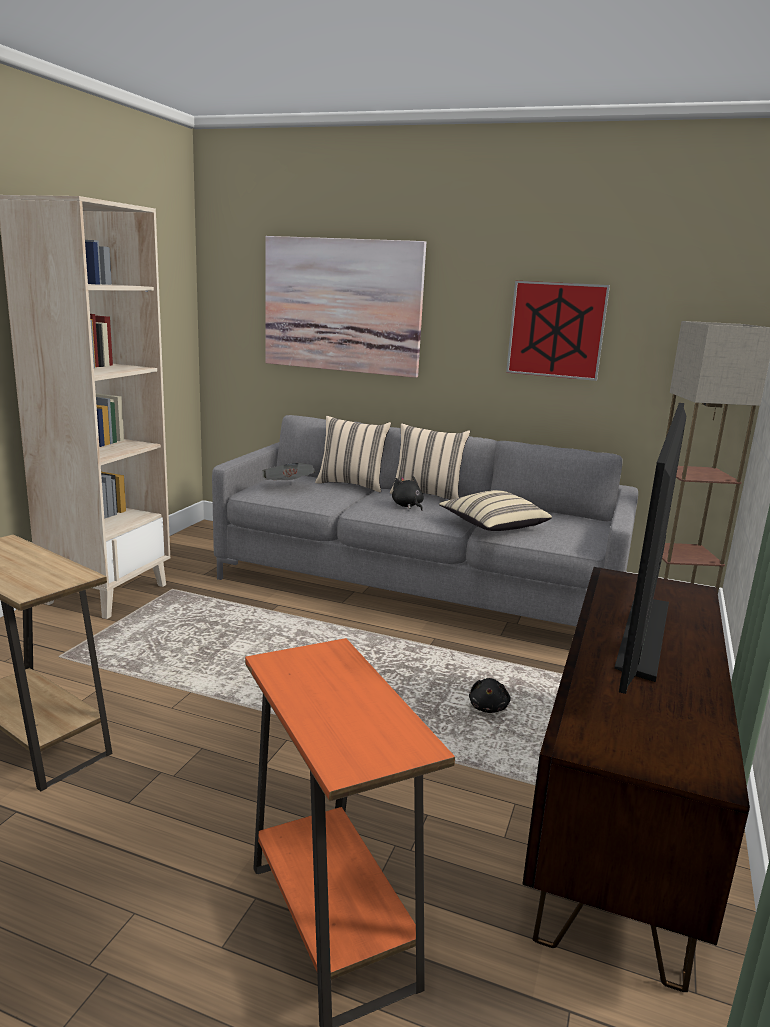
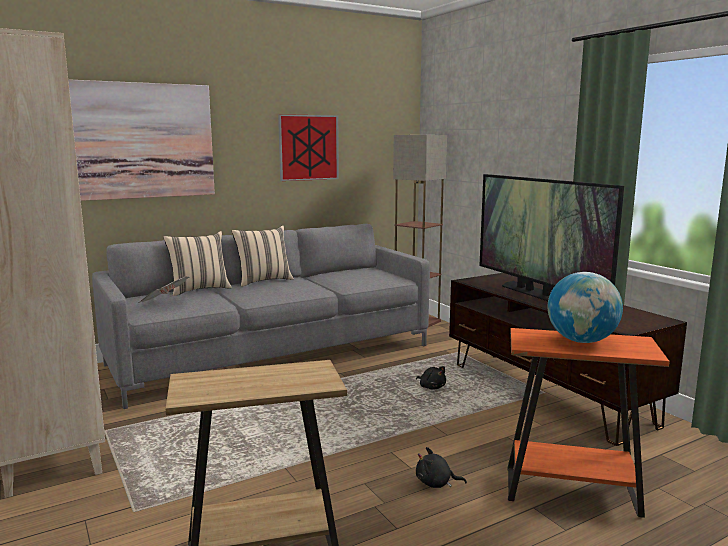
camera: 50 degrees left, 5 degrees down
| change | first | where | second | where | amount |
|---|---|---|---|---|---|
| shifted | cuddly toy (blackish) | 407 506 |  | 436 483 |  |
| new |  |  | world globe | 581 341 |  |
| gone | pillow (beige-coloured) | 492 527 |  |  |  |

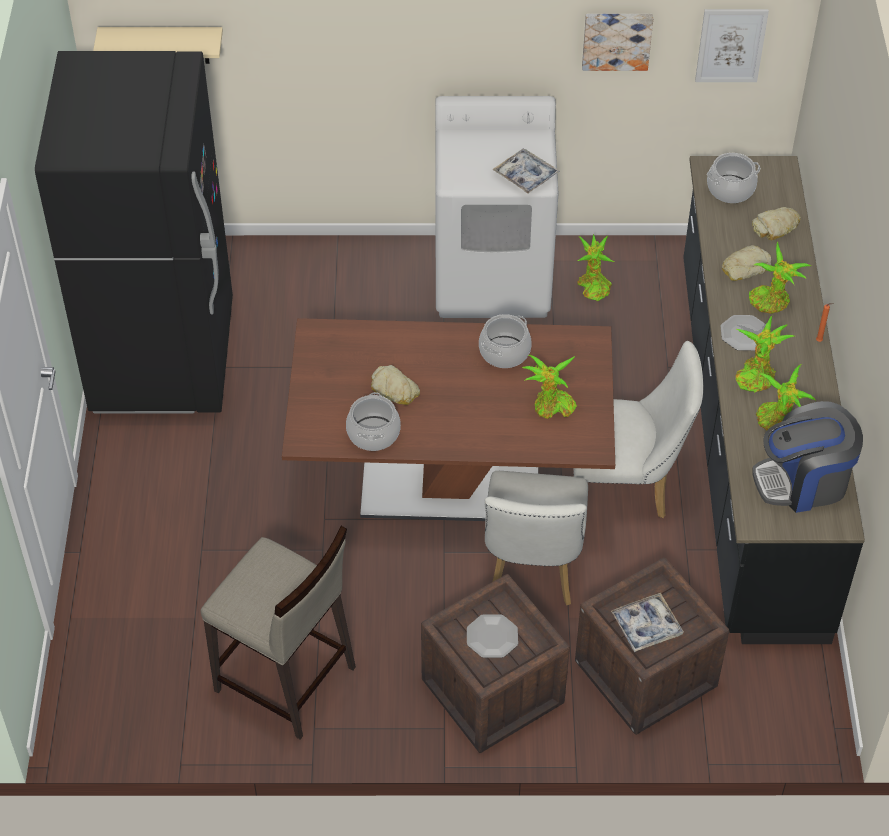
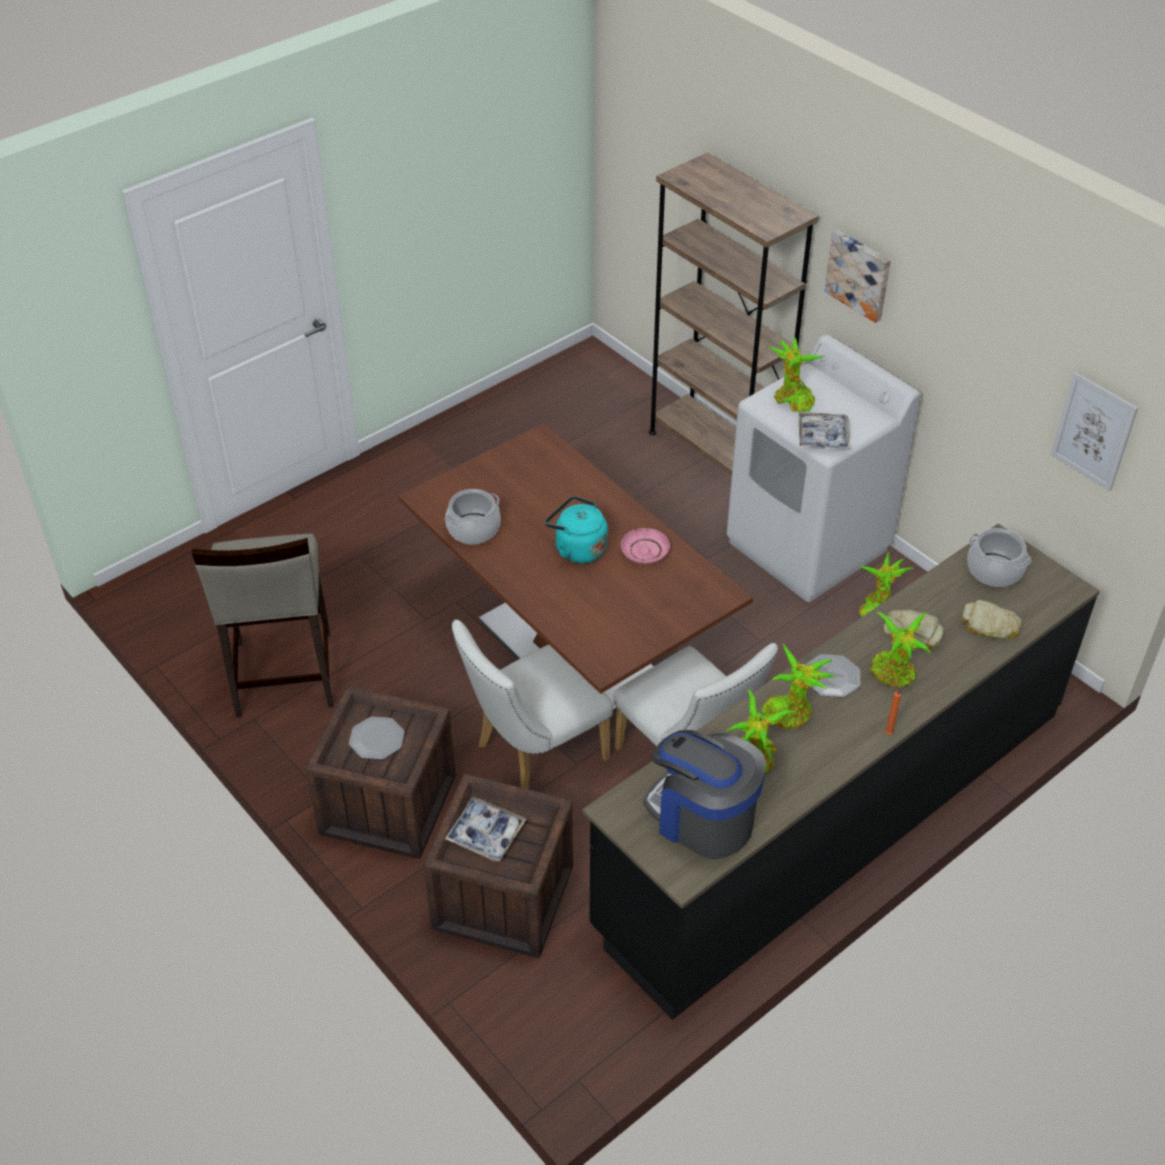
camera: 50 degrees right, 5 degrees down
| change | first | where | second | where | amount |
|---|---|---|---|---|---|
| new |  |  | tea kettle (turquoise) | 577 549 |  |
| swapped | stockpot | 504 352 | dinner plate (pink) | 645 552 |  |
| new |  |  | shelving unit (brownish) | 715 453 |  |
| shifted | potted plant | 551 407 |  | 791 400 |  |
| shifted | picture | 616 39 |  | 859 274 |  |
| gone | fridge (blackish) | 163 357 |  |  |  |
| gone | wall shelf (beige-coloured) | 162 44 |  |  |  |
| gone | bakery bread | 394 390 |  |  |  |

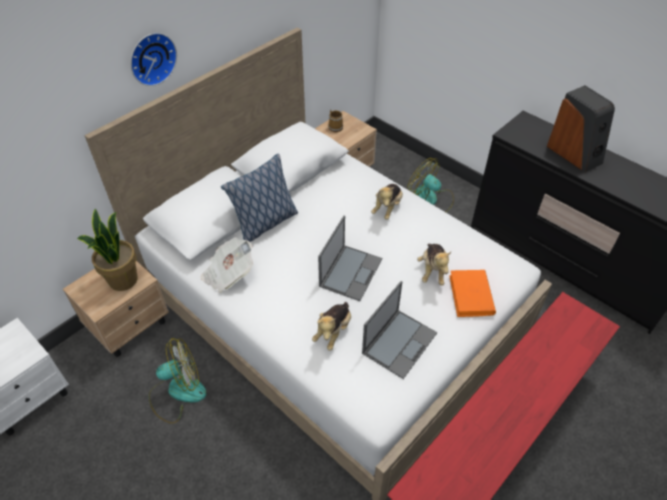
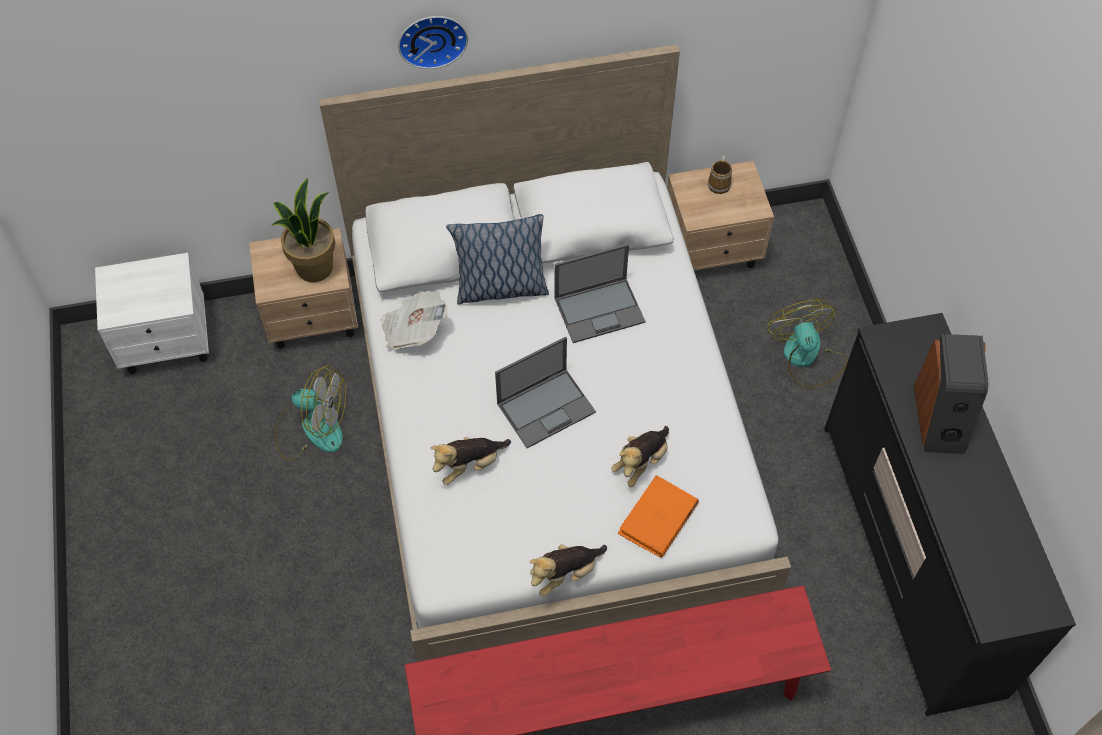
camera: 35 degrees right, 10 degrees up
| change | first | where | second | where | amount |
|---|---|---|---|---|---|
| shifted | cuddly toy | 387 208 |  | 565 574 |  |
| shifted | notebook computer | 400 342 |  | 600 309 |  |

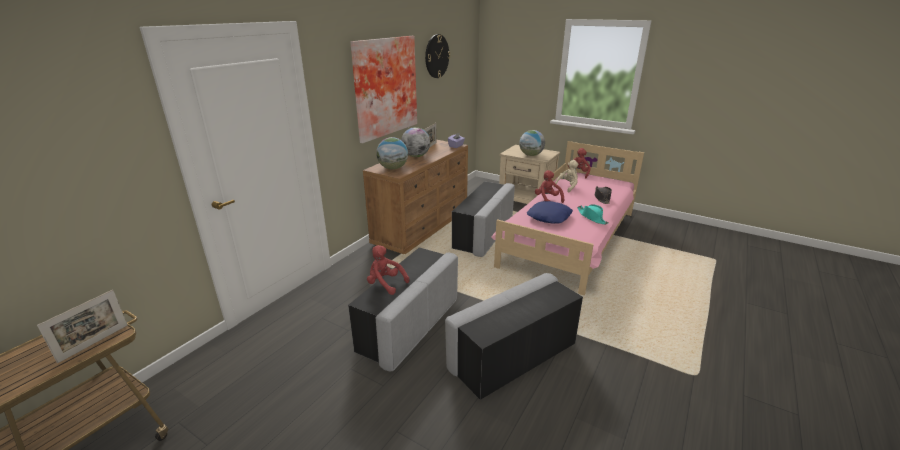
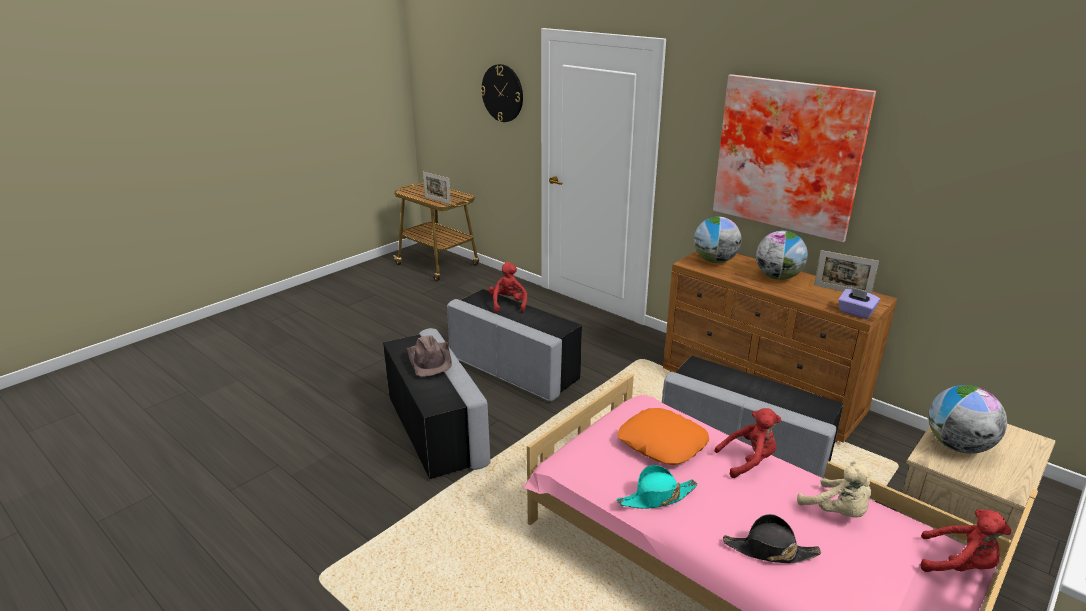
camera: 100 degrees right, 0 degrees up
| change | first | where | second | where | amount |
|---|---|---|---|---|---|
| new |  |  | hat (brownish) | 430 360 |  |
| shifted | hanging clock | 436 56 |  | 502 93 |  |
| rotated | cuddly toy (reddish) | 385 284 |  | 508 304 | 45 degrees counterclockwise |
| repainted | pillow (bluish) | 549 217 | pillow (orange-coloured) | 662 443 |  |

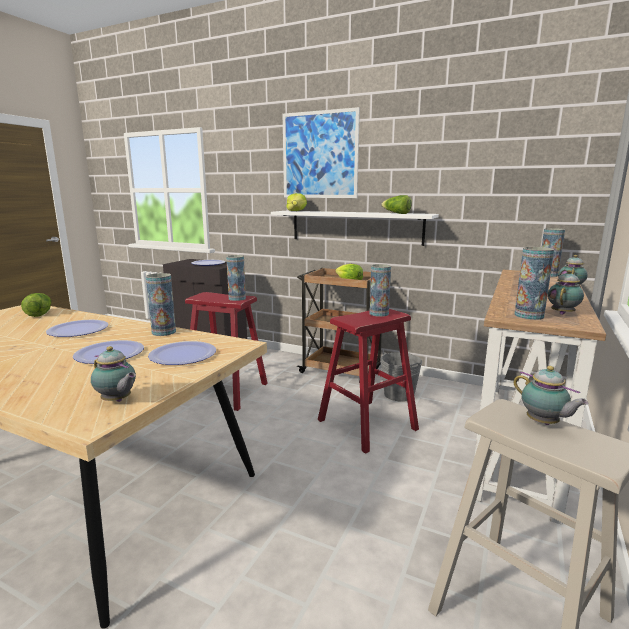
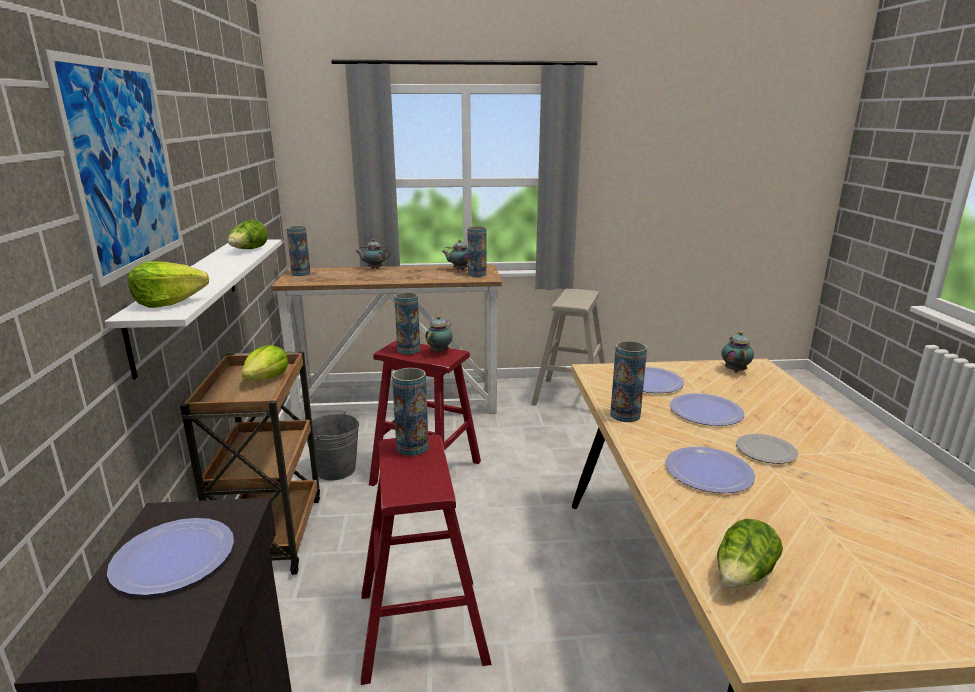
camera: 120 degrees left, 5 degrees up
| change | first | where | second | where | amount |
|---|---|---|---|---|---|
| shifted | tea pot | 543 423 |  | 440 351 |  |
| new |  |  | dinner plate | 766 450 |  |

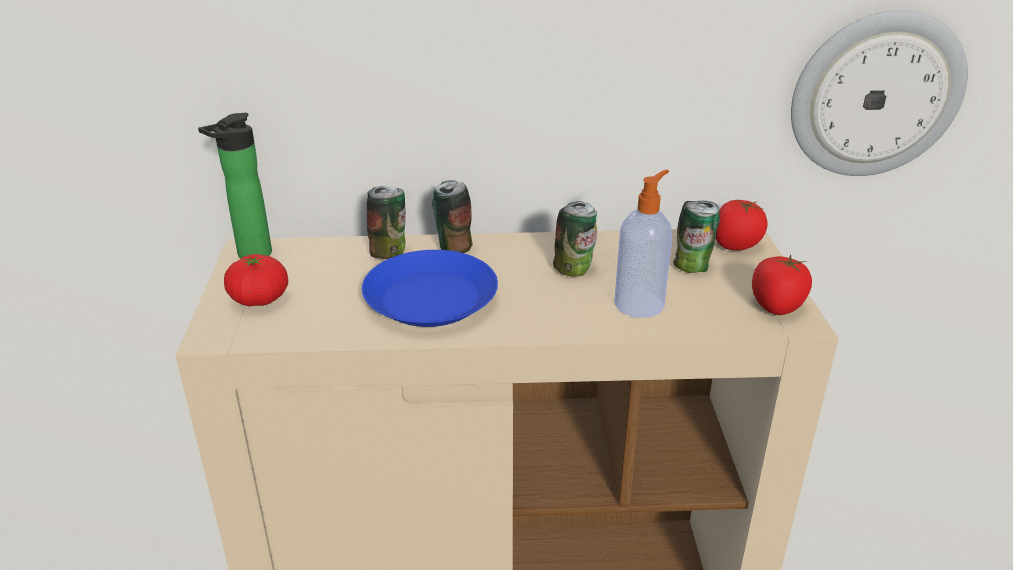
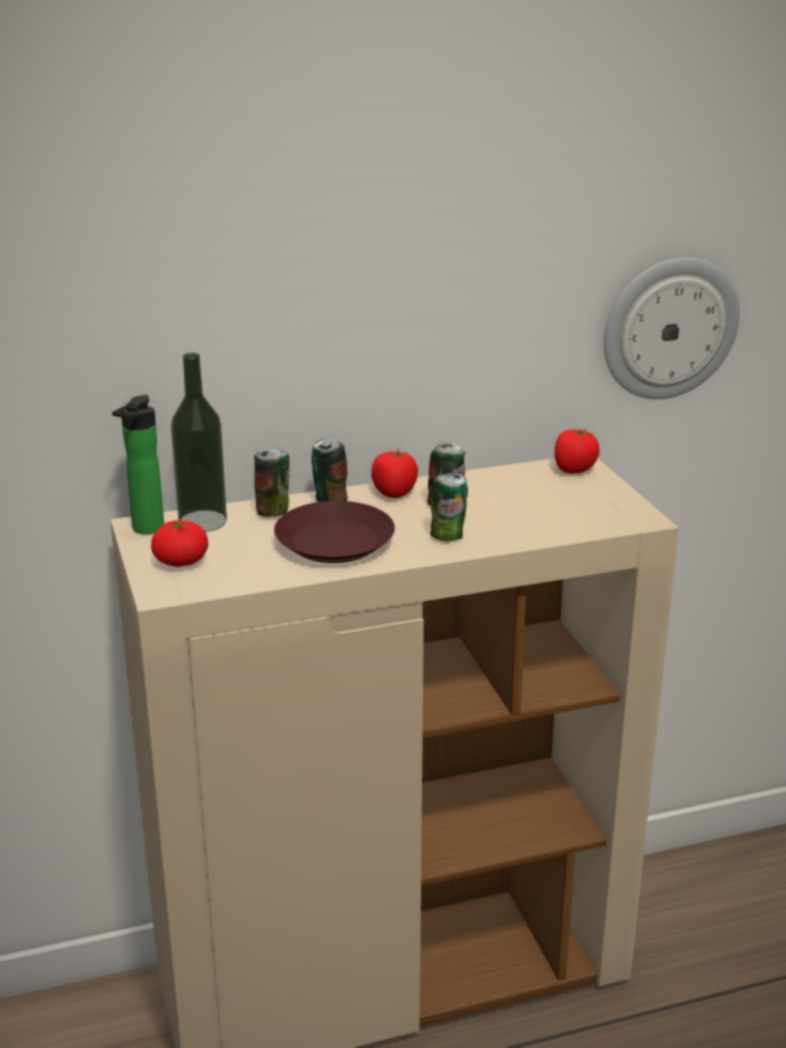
camera: 15 degrees left, 5 degrees down
| change | first | where | second | where | amount |
|---|---|---|---|---|---|
| new |  |  | bottle | 202 521 |  |
| repainted | dinner plate (bluish) | 431 300 | dinner plate (brownish) | 335 542 |  |
| shifted | tomato | 776 306 |  | 394 492 |  |
| shifted | sealed can | 692 267 |  | 448 536 |  |
| gone | soap bottle | 640 303 |  |  |  |

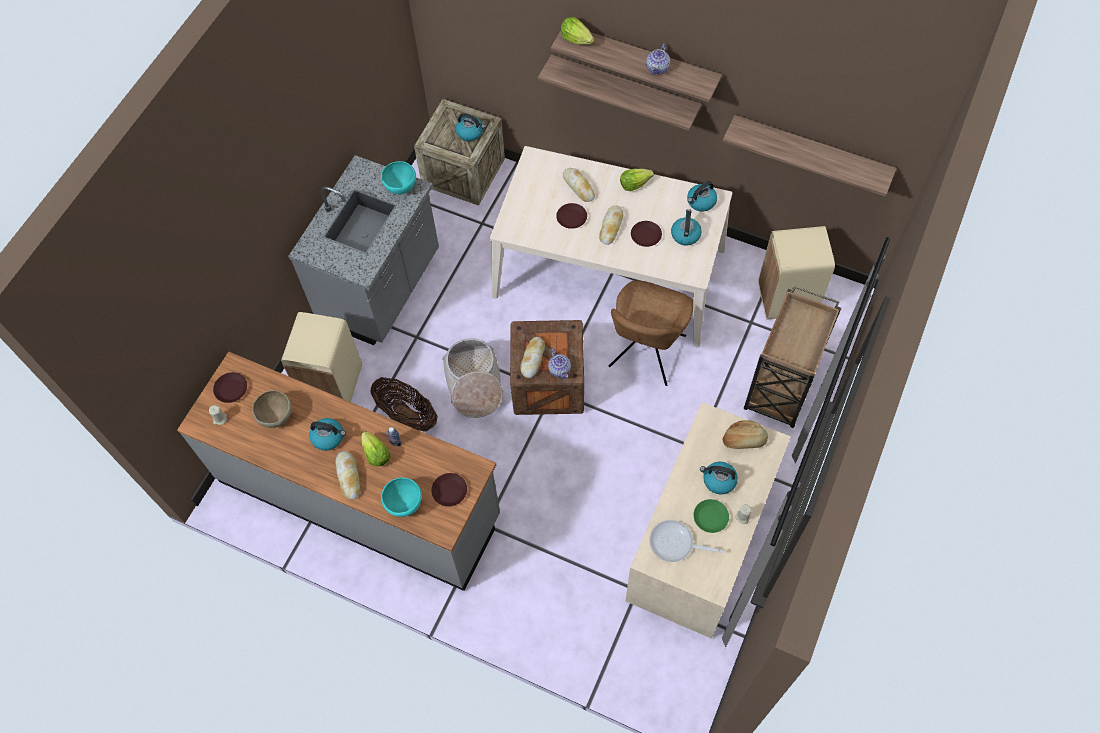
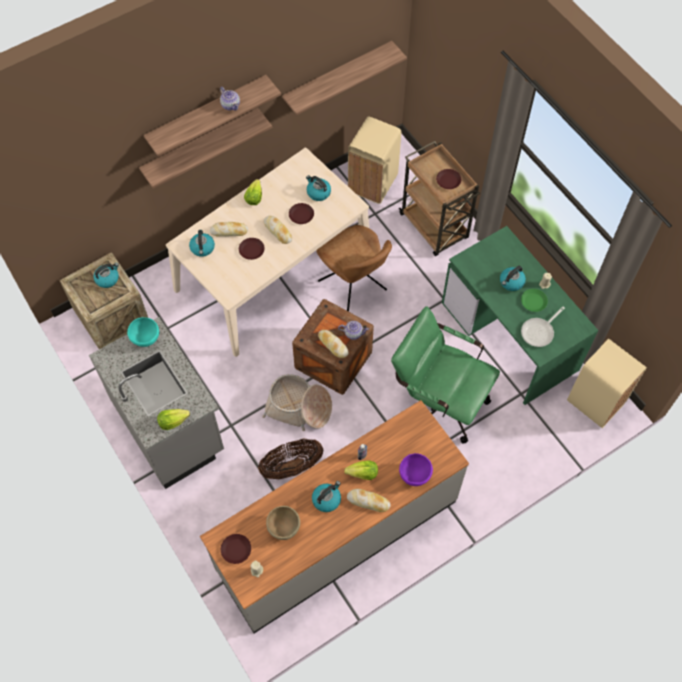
camera: 60 degrees left, 0 degrees up
| change | first | where | second | where | amount |
|---|---|---|---|---|---|
| shifted | head of lettuce | 576 39 |  | 173 421 |  |
| shifted | tea kettle | 701 202 |  | 202 248 |  |
| new |  |  | office chair (greenish) | 439 401 |  |
| repainted | bowl (turquoise) | 404 504 | bowl (purple-coloured) | 414 475 |  |
| shifted | dinner plate (brownish) | 449 491 |  | 448 181 |  |
| repainted | desk (beige-coloured) | 701 541 | desk (greenish) | 510 336 |  |
| shifted | waste bin (beige-coloured) | 332 385 |  | 596 402 |  |
| gone | bakery bread | 744 440 |  |  |  |

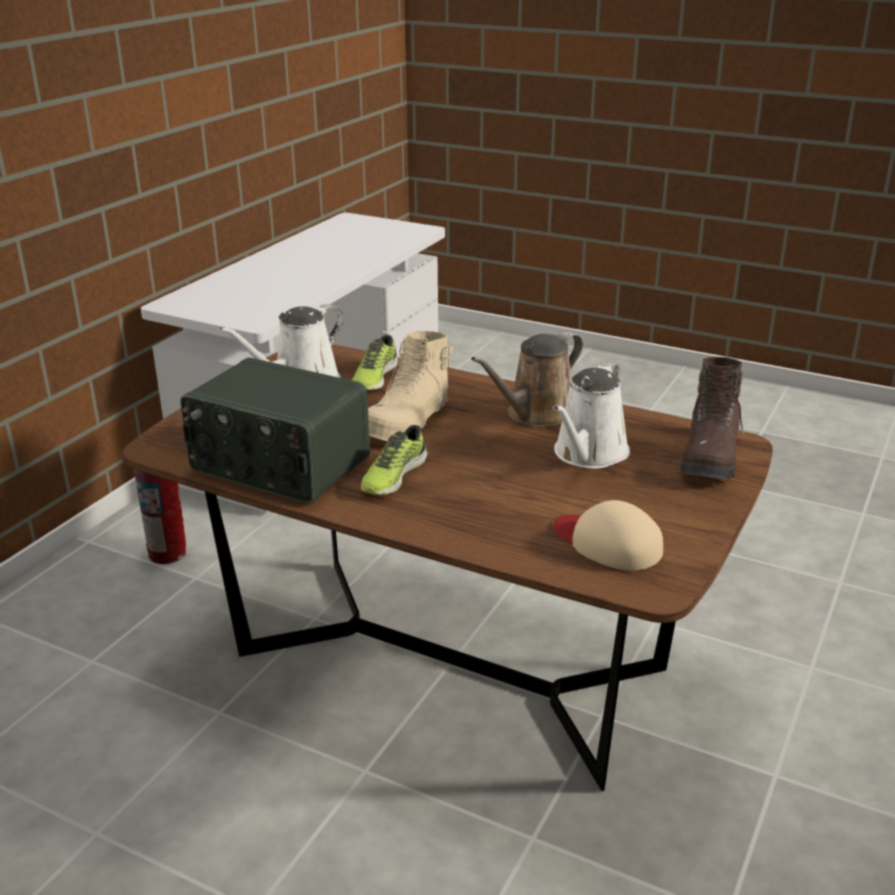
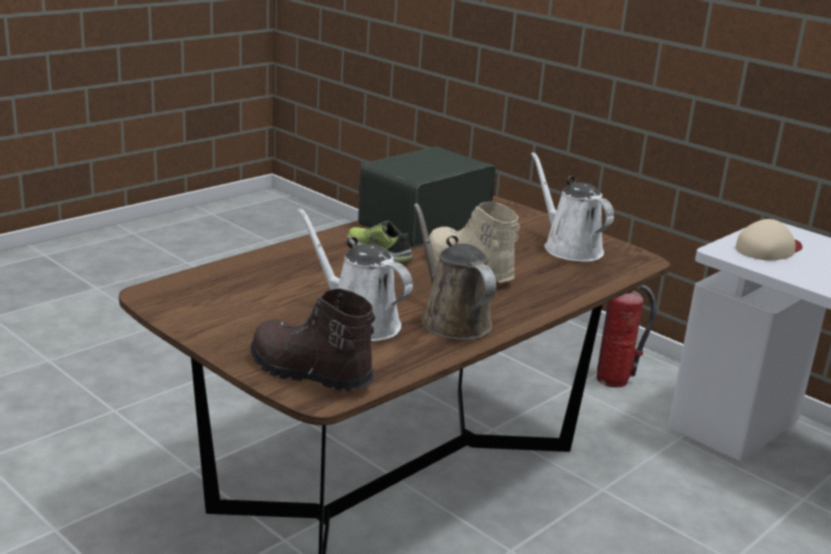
camera: 105 degrees right, 5 degrees down
| change | first | where | second | where | amount |
|---|---|---|---|---|---|
| shifted | peaked cap (beige-coloured) | 608 543 |  | 769 249 |  |
| gone | shoe | 374 377 |  |  |  |

